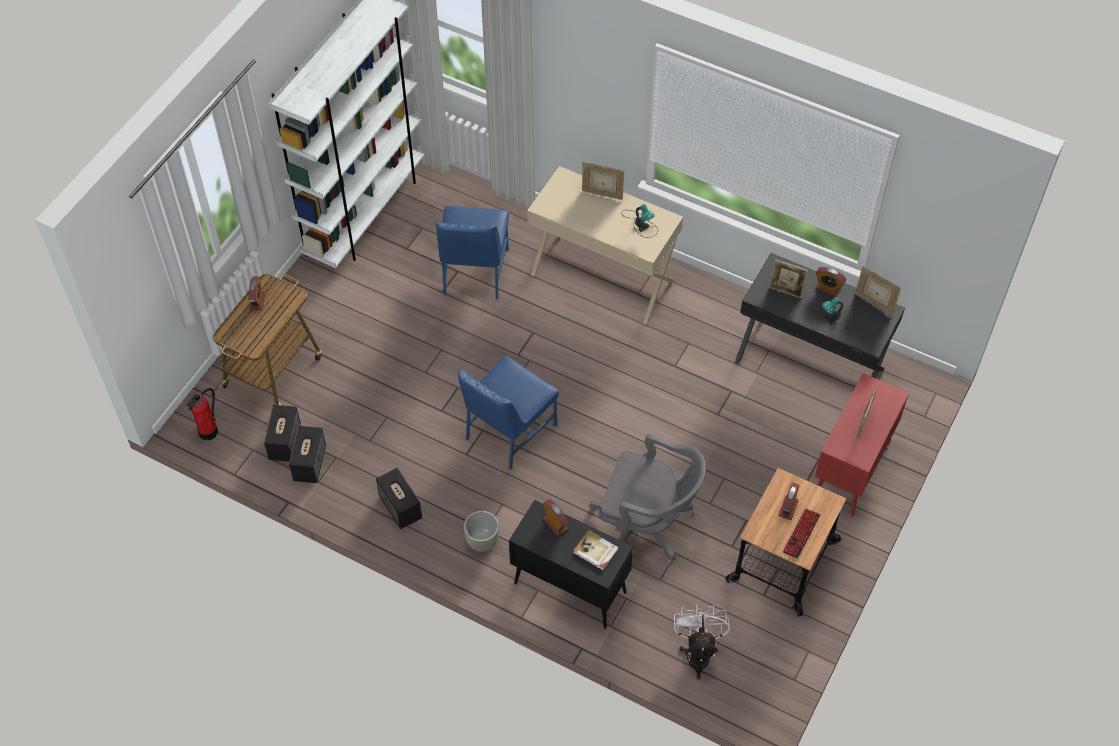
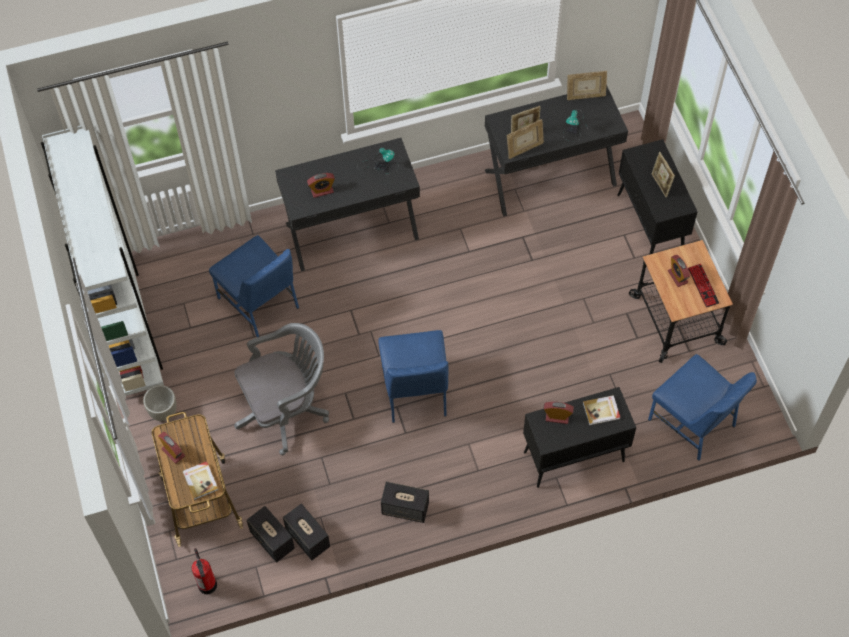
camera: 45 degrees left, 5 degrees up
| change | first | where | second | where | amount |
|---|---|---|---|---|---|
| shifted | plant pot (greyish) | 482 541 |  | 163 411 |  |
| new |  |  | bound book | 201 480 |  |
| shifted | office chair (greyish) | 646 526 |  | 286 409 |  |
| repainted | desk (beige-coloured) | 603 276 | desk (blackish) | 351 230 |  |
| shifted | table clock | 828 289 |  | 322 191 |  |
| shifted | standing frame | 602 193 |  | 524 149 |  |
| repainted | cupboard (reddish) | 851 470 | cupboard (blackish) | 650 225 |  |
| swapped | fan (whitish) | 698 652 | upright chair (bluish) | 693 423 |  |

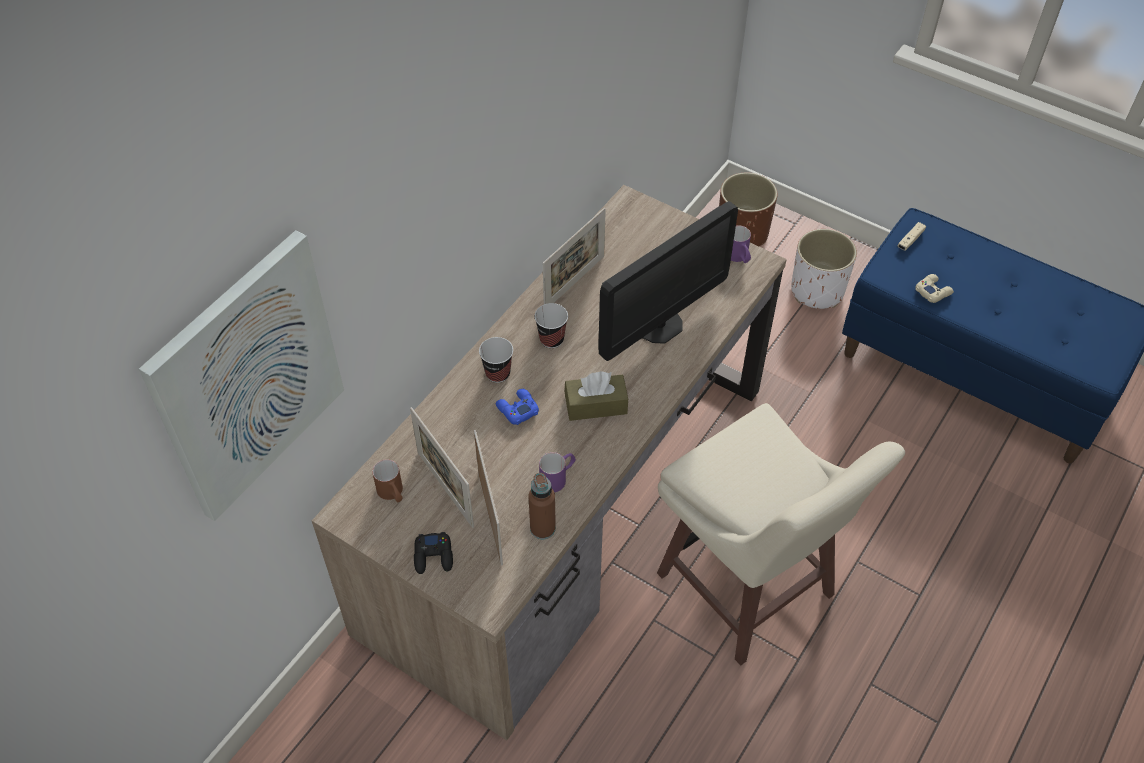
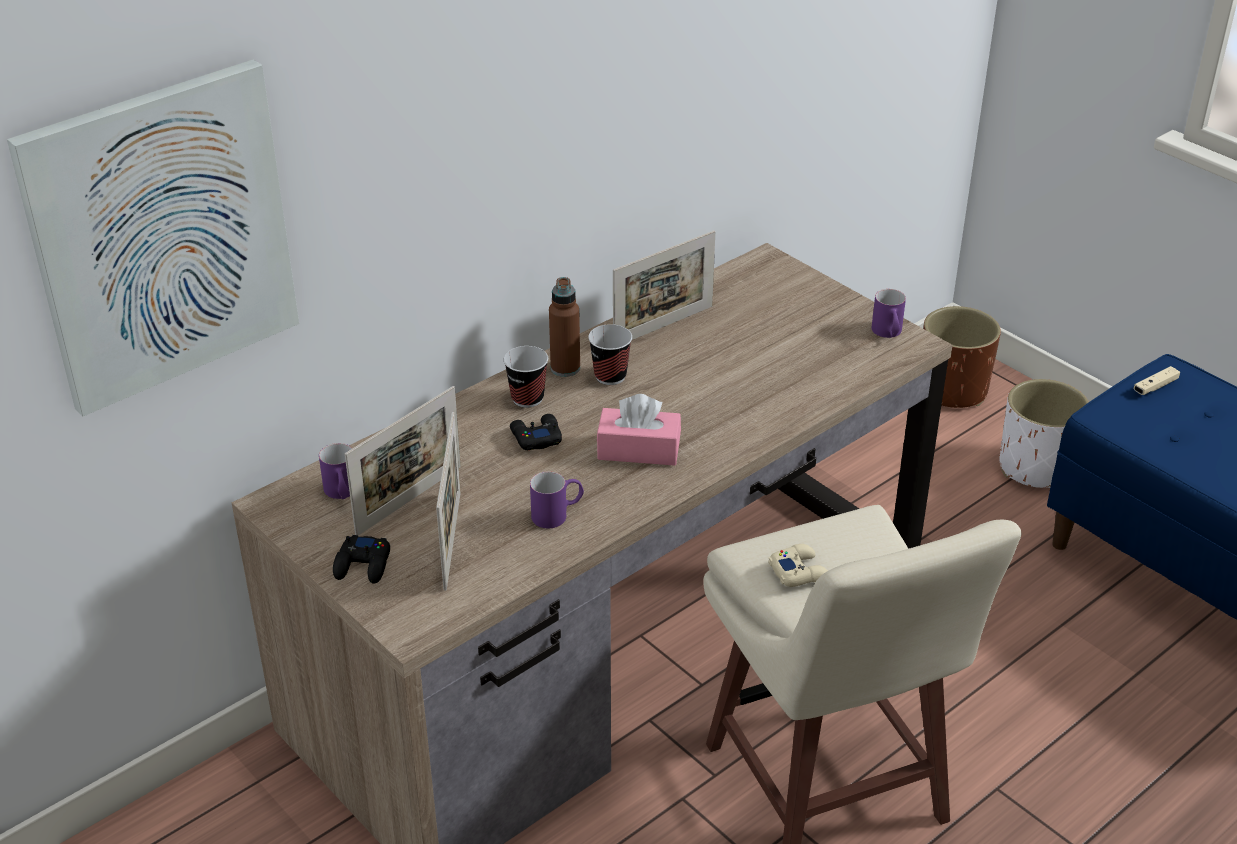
camera: 15 degrees right, 15 degrees down
| change | first | where | second | where | amount |
|---|---|---|---|---|---|
| repainted | mug (brownish) | 392 494 | mug (purple-coloured) | 342 494 |  |
| rotated | standing frame | 445 489 |  | 409 500 | 120 degrees counterclockwise |
| repainted | game controller (bluish) | 517 409 | game controller (blackish) | 536 437 |  |
| shifted | bottle (brownish) | 542 528 |  | 565 368 |  |
| repainted | tissue holder (brownish) | 596 405 | tissue holder (pink) | 638 450 |  |
| shifted | game controller (beige-coloured) | 933 291 |  | 799 571 |  |
| gone | computer screen | 660 326 |  |  |  |

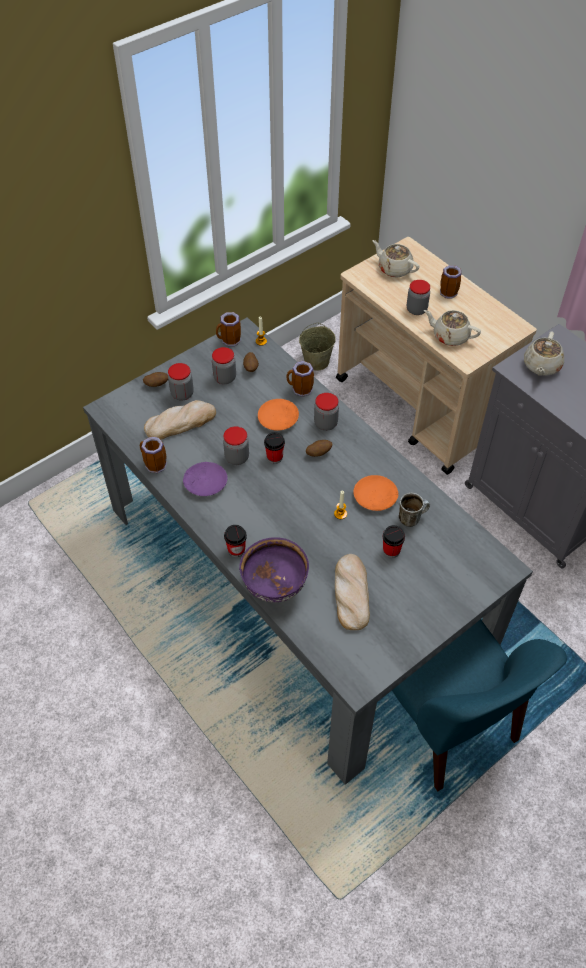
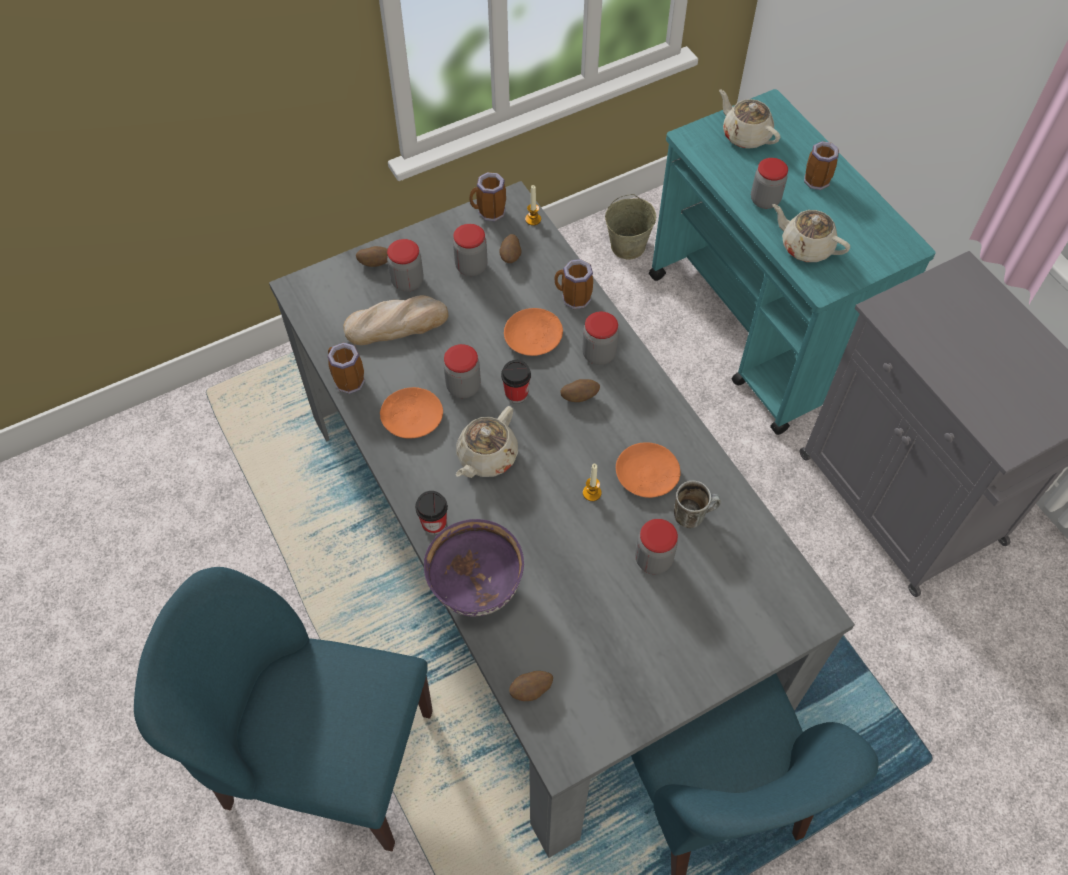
camera: 10 degrees right, 5 degrees up
| change | first | where | second | where | amount |
|---|---|---|---|---|---|
| new |  |  | upright chair (bluish) | 325 758 |  |
| repainted | dinner plate (purple-coloured) | 205 482 | dinner plate (orange-coloured) | 411 417 |  |
| shifted | tea pot (beige-coloured) | 541 366 |  | 486 457 |  |
| new |  |  | whole potato | 531 690 |  |
| swapped | cup | 391 550 | jar | 653 559 |  |
| repainted | wheeled cart (beige-coloured) | 420 407 | wheeled cart (turquoise) | 758 331 |  |
| gone | bakery bread | 351 593 |  |  |  |

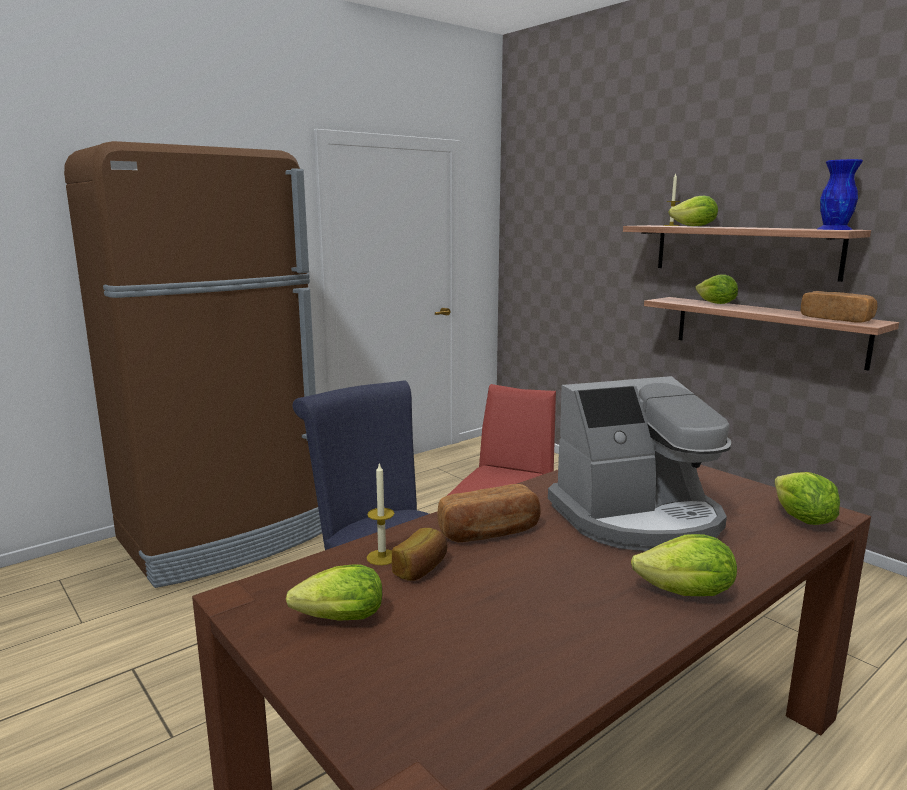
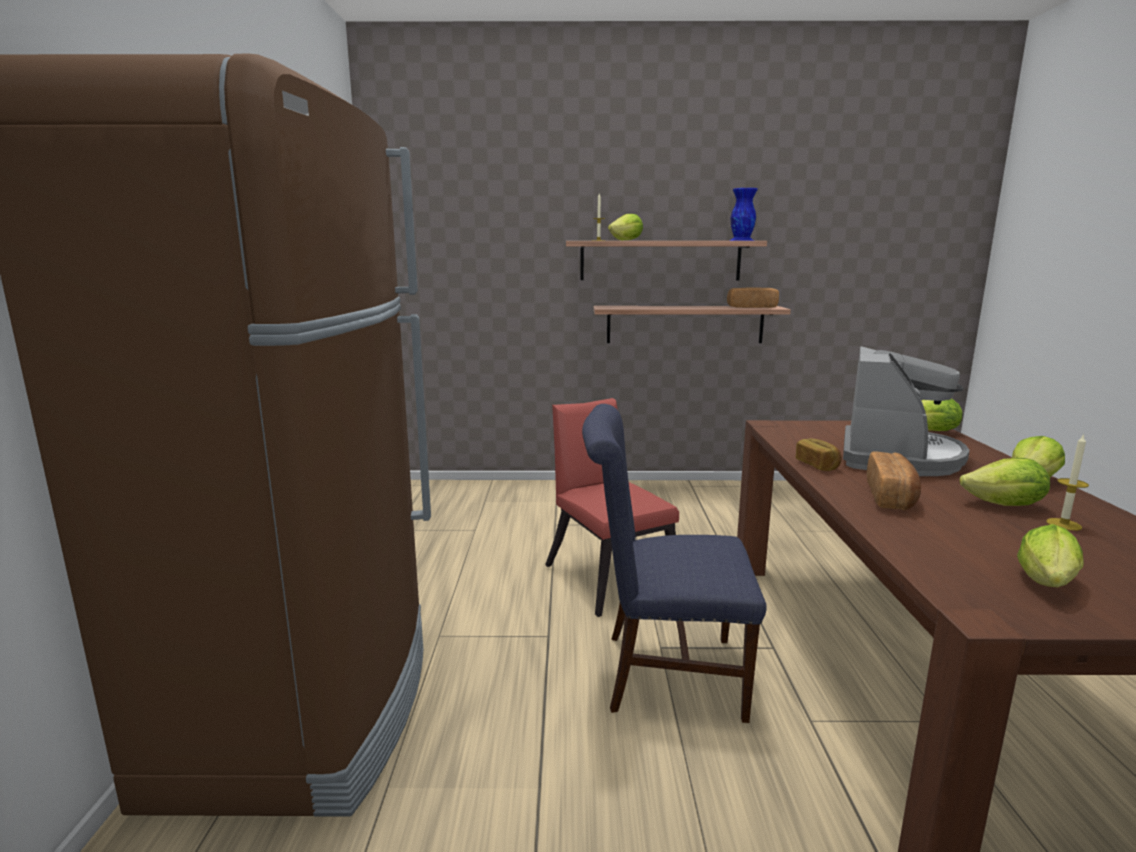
camera: 50 degrees left, 0 degrees up
| change | first | where | second | where | amount |
|---|---|---|---|---|---|
| shifted | bakery bread | 422 569 |  | 818 465 |  |
| shifted | head of lettuce | 716 304 |  | 1004 505 |  |
| shifted | candle | 382 557 |  | 1063 524 |  |

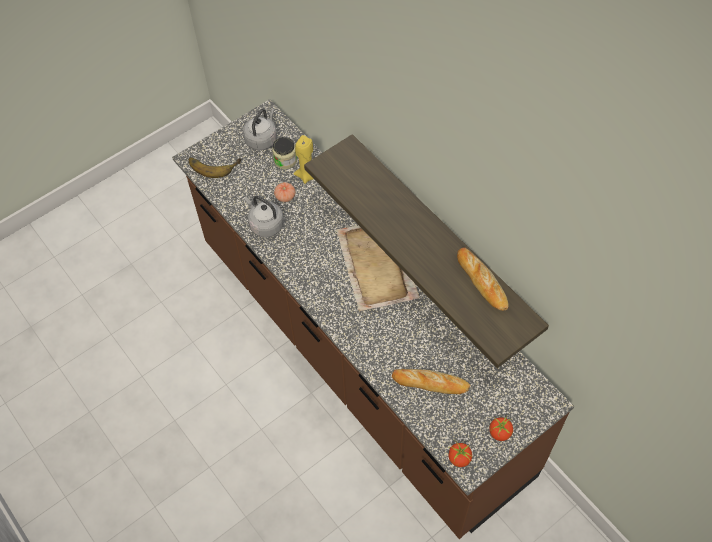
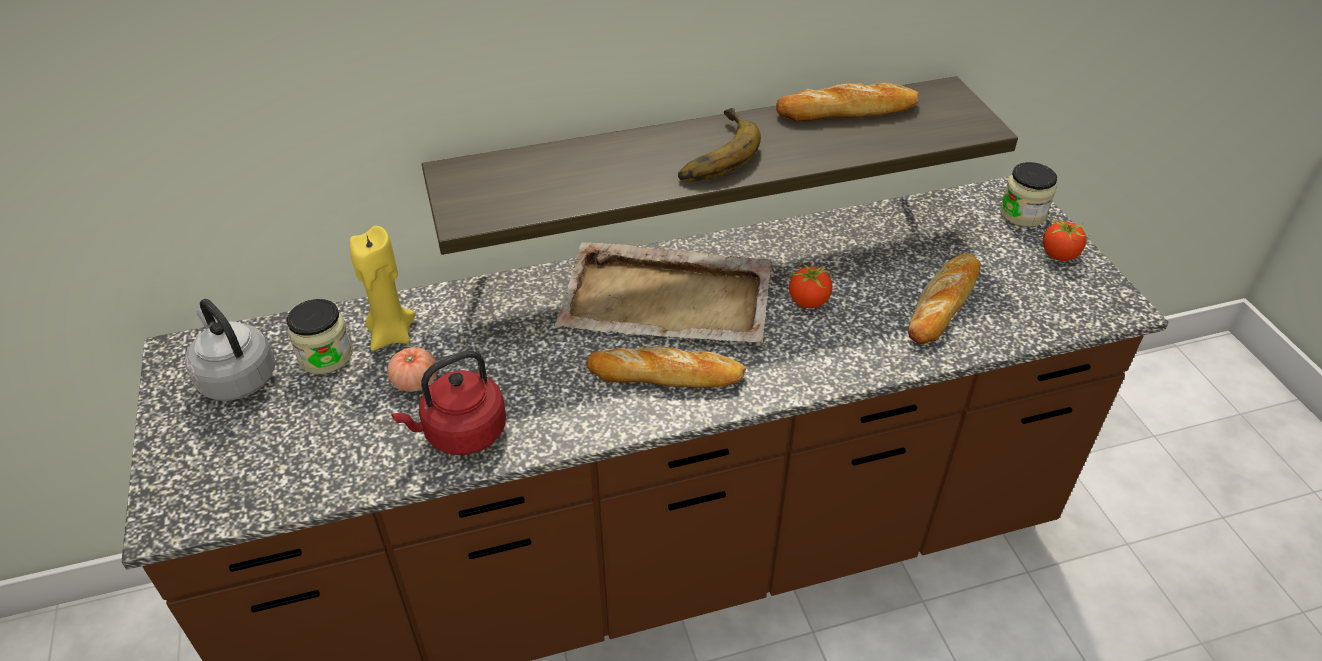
camera: 70 degrees left, 15 degrees down
| change | first | where | second | where | amount |
|---|---|---|---|---|---|
| repainted | tea kettle (greyish) | 265 224 | tea kettle (reddish) | 461 433 |  |
| new |  |  | bakery bread | 666 374 |  |
| shifted | whole banana | 213 164 |  | 711 153 |  |
| shifted | tomato | 459 458 |  | 808 301 |  |
| new |  |  | jar | 1022 214 |  |

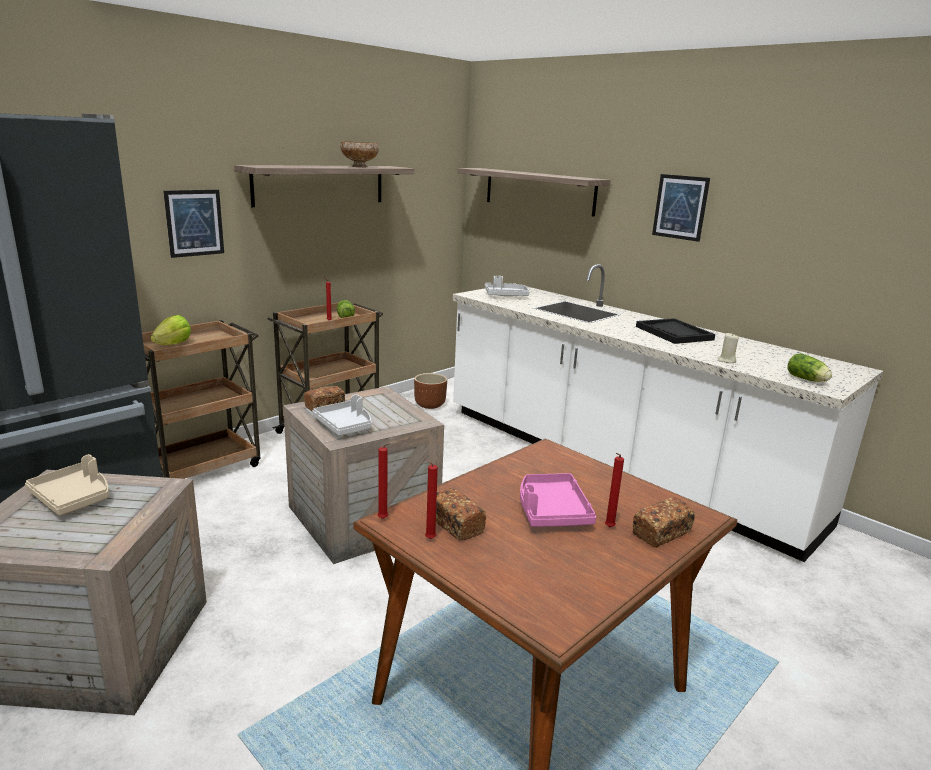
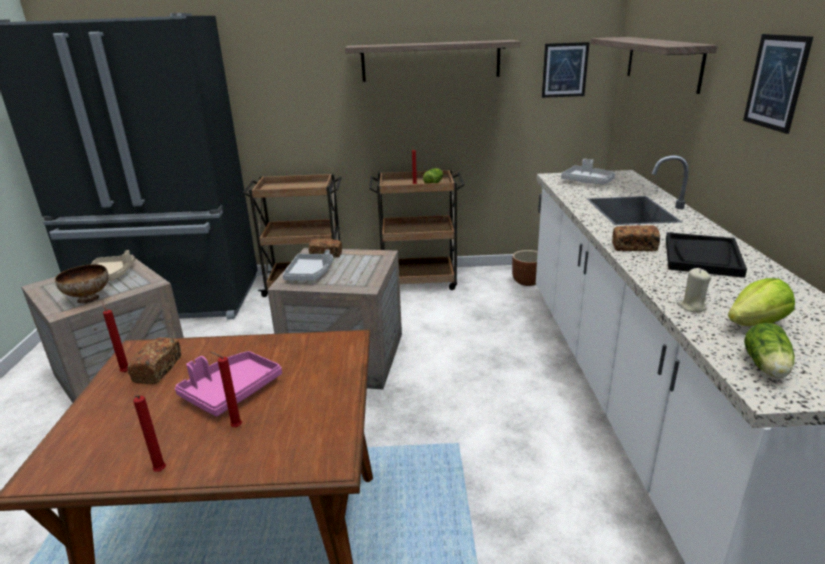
camera: 45 degrees right, 5 degrees up
| change | first | where | second | where | amount |
|---|---|---|---|---|---|
| shifted | bowl | 360 167 |  | 89 299 |  |
| shifted | candle (reddish) | 384 519 |  | 160 472 |  |
| shifted | picture | 194 223 |  | 564 70 |  |
| shifted | bakery bread | 661 533 |  | 634 247 |  |
| shifted | head of lettuce | 173 344 |  | 755 324 |  |

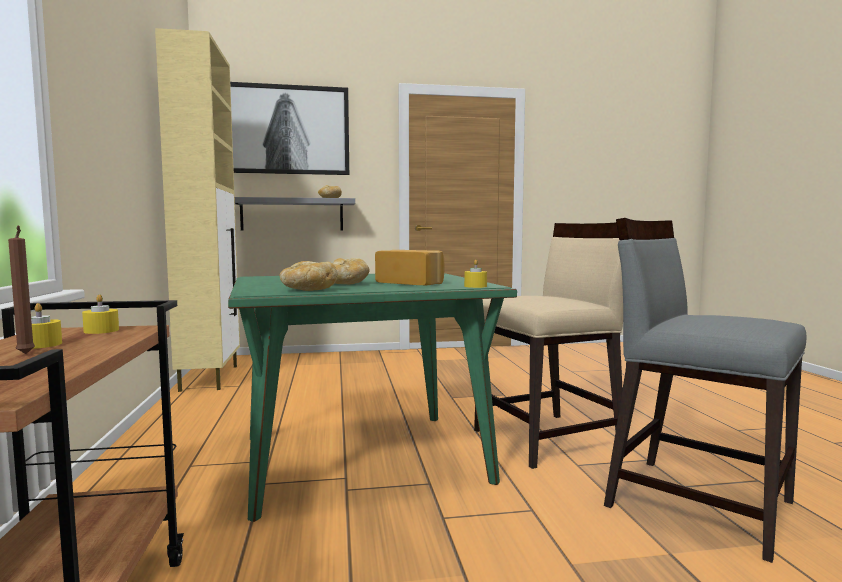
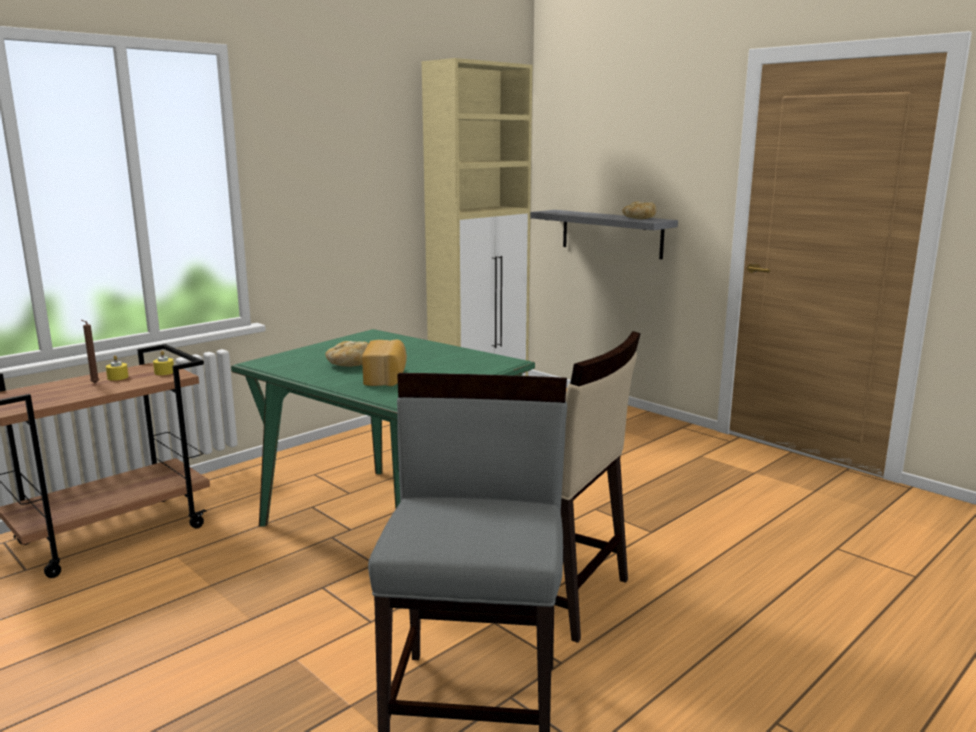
camera: 55 degrees right, 10 degrees up
| change | first | where | second | where | amount |
|---|---|---|---|---|---|
| gone | picture | 285 130 |  |  |  |
| gone | bakery bread | 308 290 |  |  |  |
| gone | candle (yellow-coloured) | 475 286 |  |  |  |

